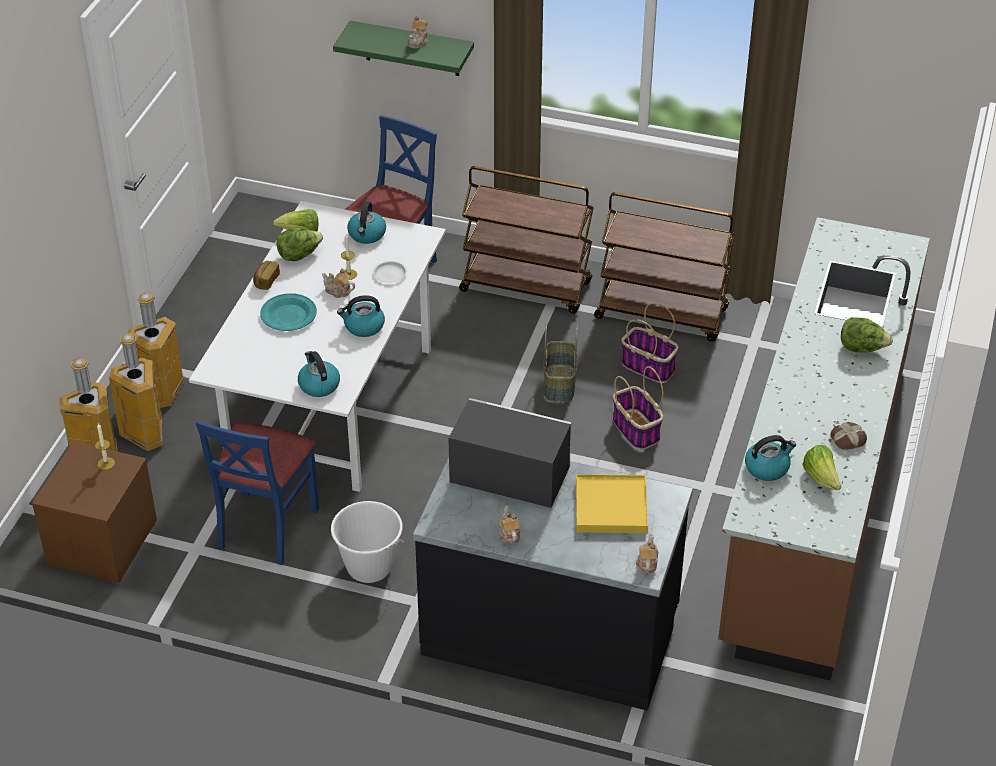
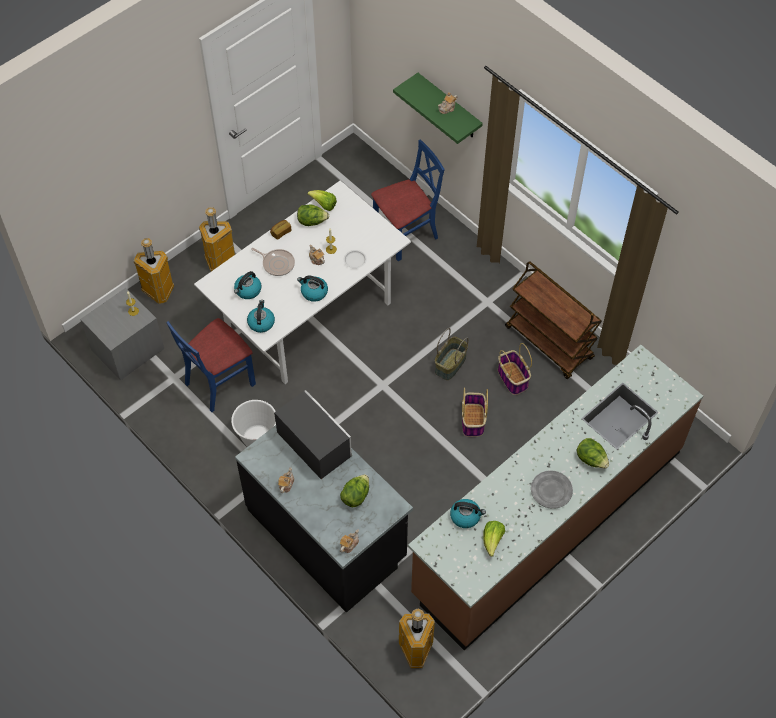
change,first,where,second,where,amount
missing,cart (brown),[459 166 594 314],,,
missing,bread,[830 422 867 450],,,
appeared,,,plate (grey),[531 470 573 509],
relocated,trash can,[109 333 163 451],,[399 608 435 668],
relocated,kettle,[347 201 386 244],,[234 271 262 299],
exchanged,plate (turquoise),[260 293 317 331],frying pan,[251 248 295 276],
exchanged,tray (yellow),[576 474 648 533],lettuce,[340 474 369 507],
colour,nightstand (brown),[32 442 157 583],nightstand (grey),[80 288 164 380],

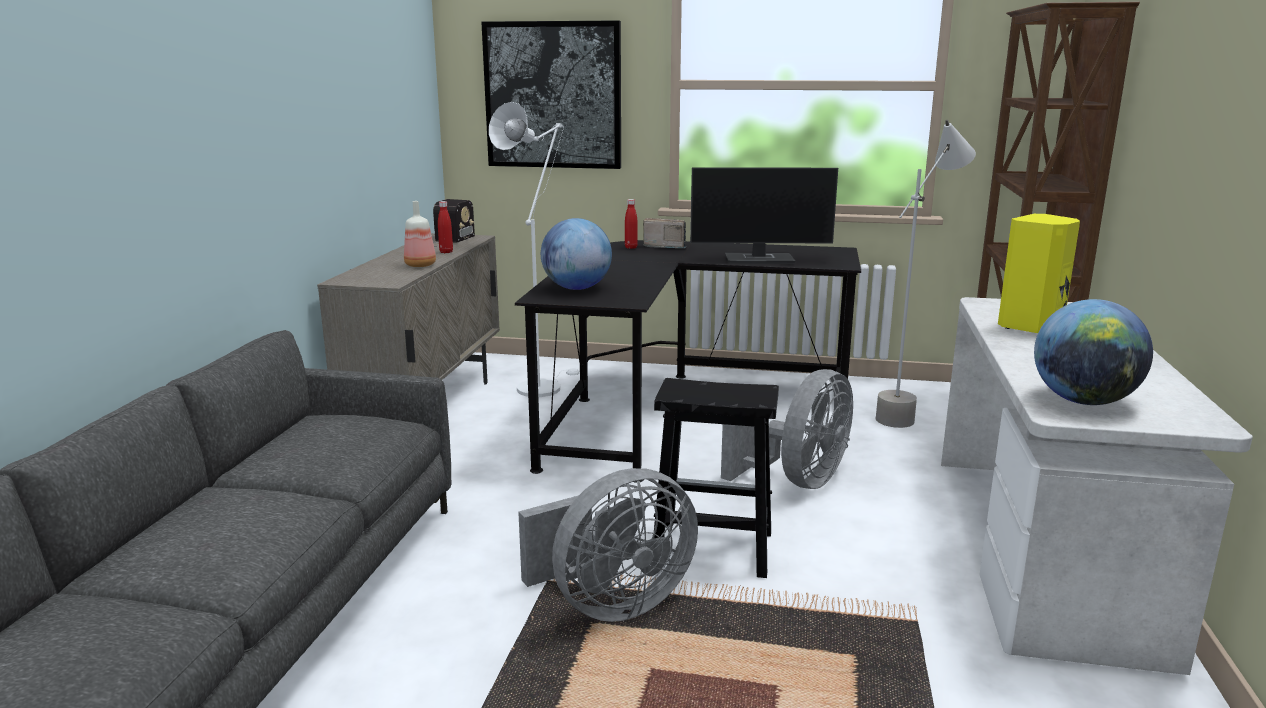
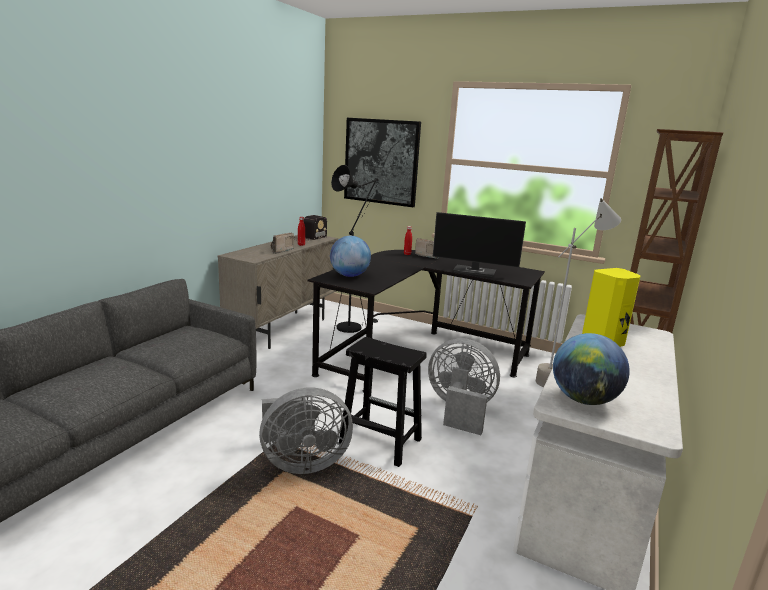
change,first,where,second,where,amount
exchanged,bottle,[404 201 436 267],radio,[271 233 294 254],
colour,floor lamp (white),[489 102 580 397],floor lamp (black),[331 165 379 333],
spun,fan (grey),[721 369 853 489],,[428 338 500 435],120 degrees counterclockwise

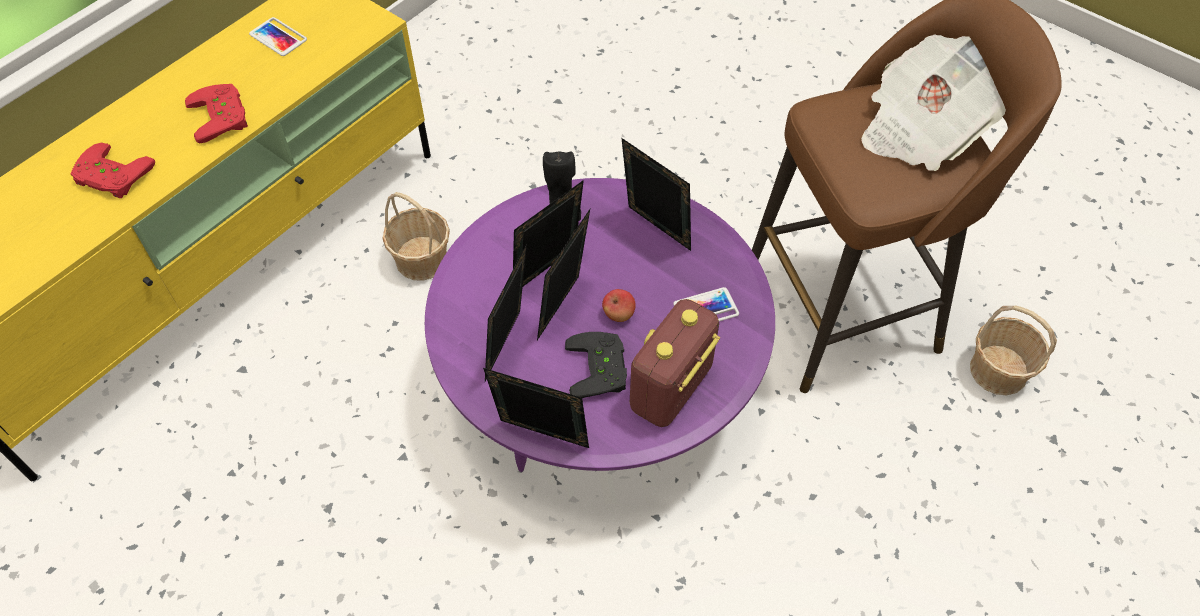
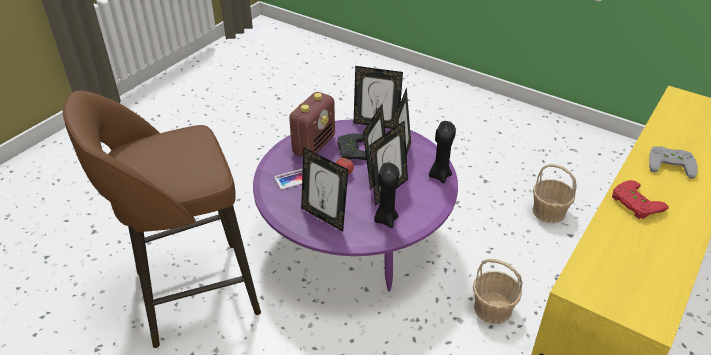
change,first,where,second,where,amount
missing,phone,[249 17 307 56],,,
missing,newspaper,[861 34 1006 171],,,
appeared,,,candle (black),[429 121 456 183],
relocated,basket,[970 305 1057 396],,[532 164 577 223],
colour,game controller (red),[70 143 155 198],game controller (grey),[649 146 698 179],

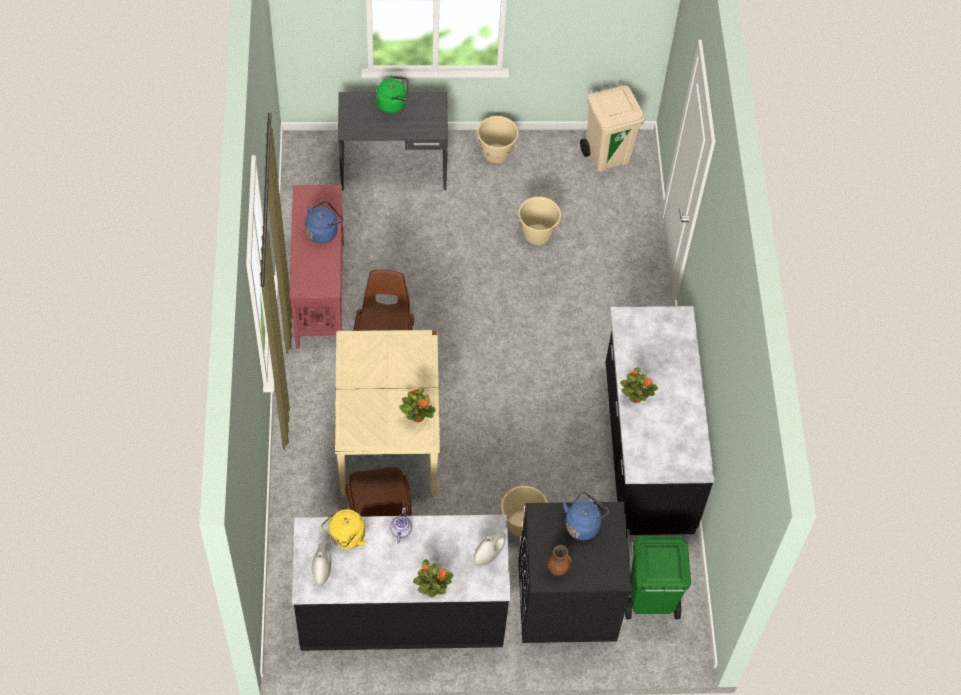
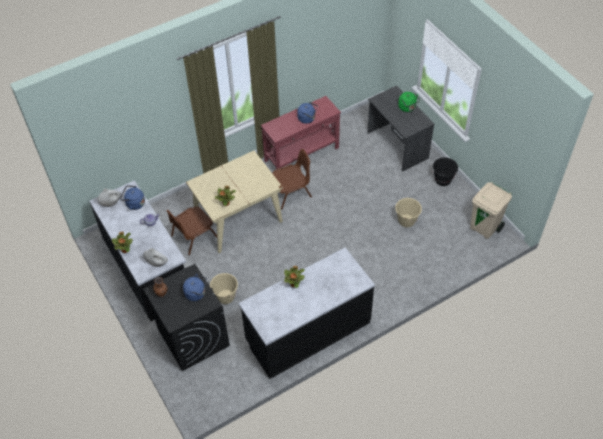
change,first,where,second,where,amount
missing,trash can (green),[625 536 691 619],,,
colour,kettle (yellow),[321 509 366 549],kettle (blue),[120 185 145 210],
colour,bucket (beige),[477 116 519 163],bucket (black),[432 157 458 186],

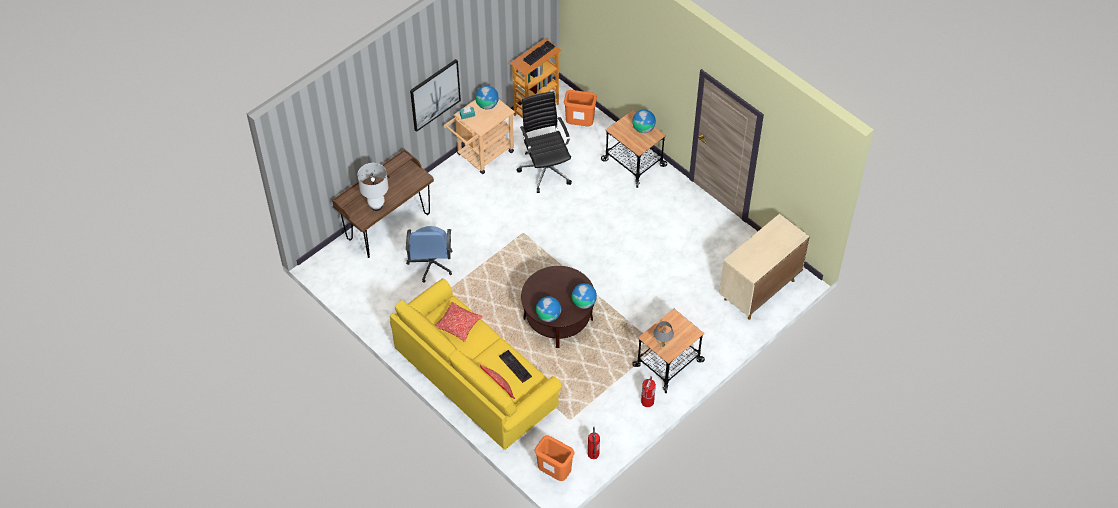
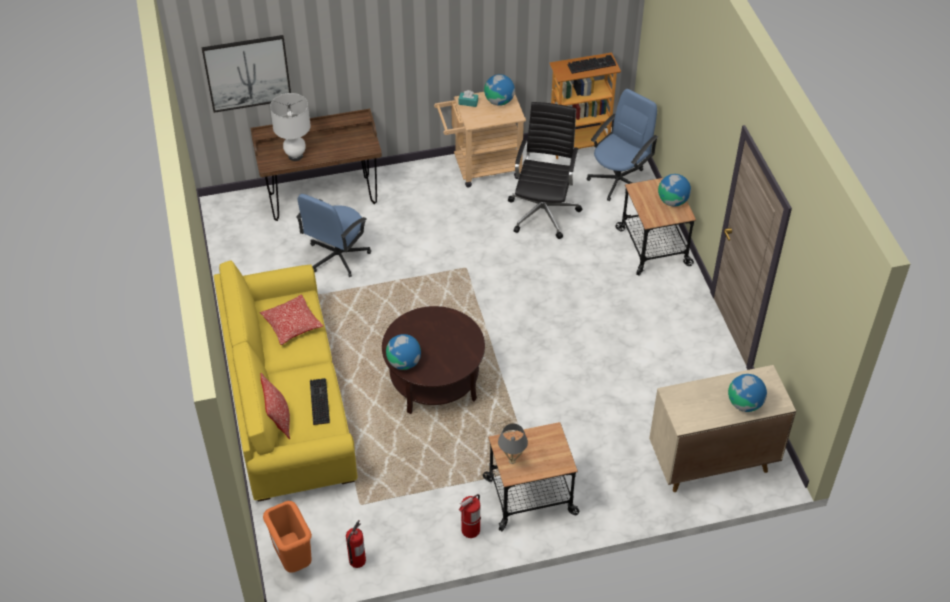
change,first,where,second,where,amount
relocated,picture,[410 59 461 132],,[201 35 291 113],
relocated,globe,[572 283 597 309],,[728 374 767 412],
exchanged,trash can (orange),[564 90 597 126],office chair (blue),[587 89 658 201],

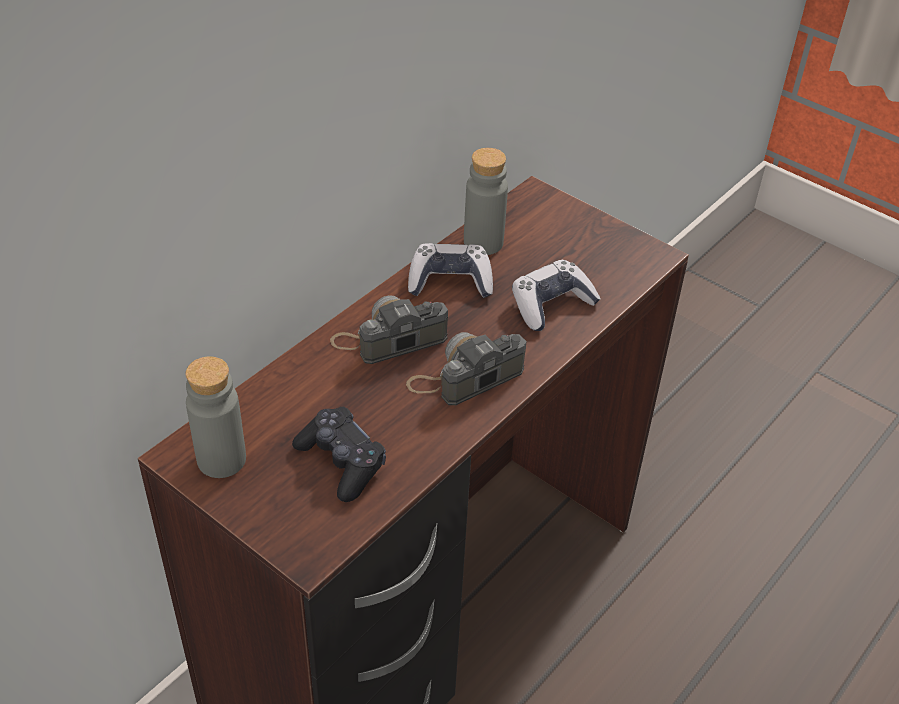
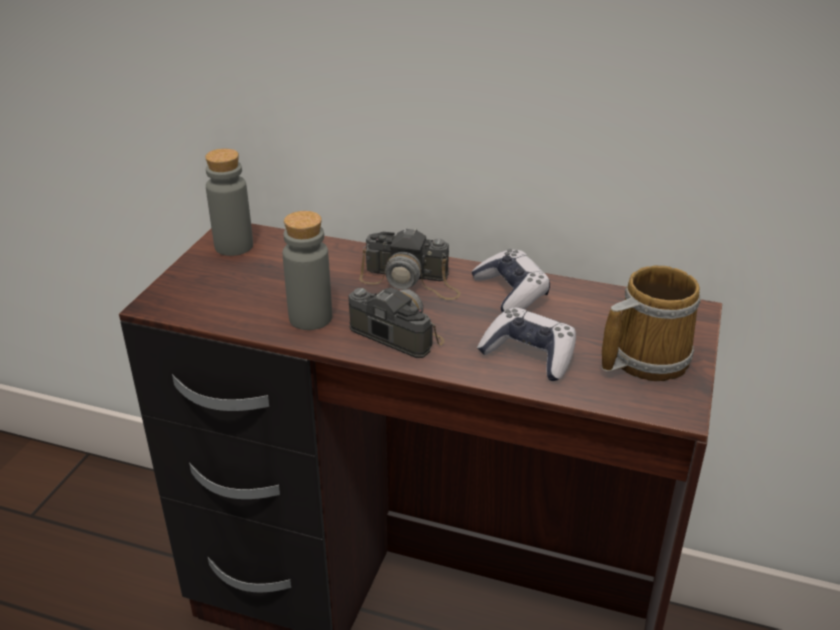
change,first,where,second,where,amount
missing,game controller (black),[292 407 386 502],,,
appeared,,,mug,[602 266 701 381],
relocated,bottle (grey),[464 148 508 255],,[282 211 332 330],
spun,photo camera,[330 295 448 364],,[359 227 461 300],150 degrees clockwise

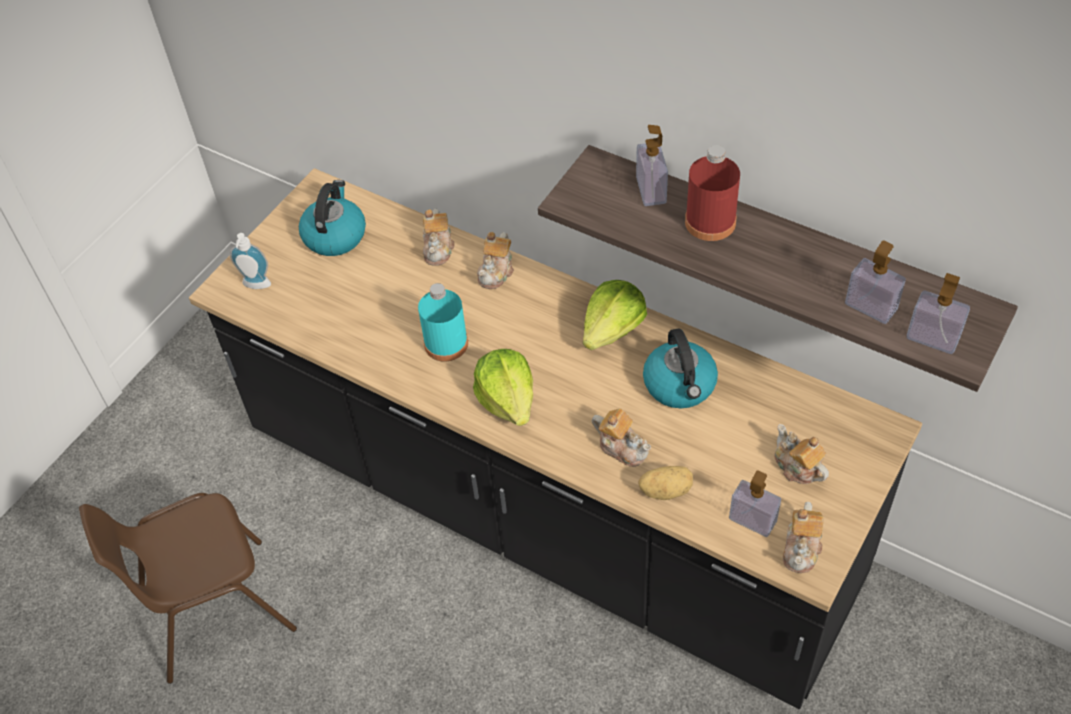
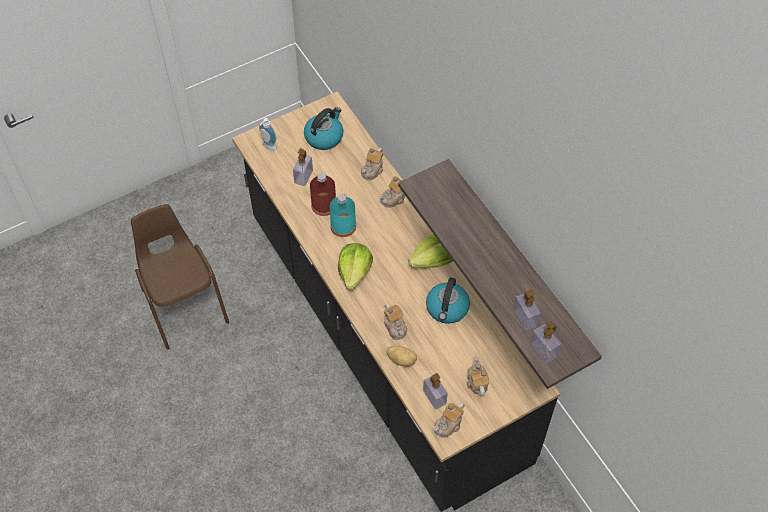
change,first,where,second,where,amount
relocated,soap dispenser,[636 125 668 206],,[293 148 313 186],
relocated,bottle (red),[685 145 740 241],,[310 173 336 216],
spun,chair (brown),[79 493 297 684],,[131 204 229 349],60 degrees clockwise

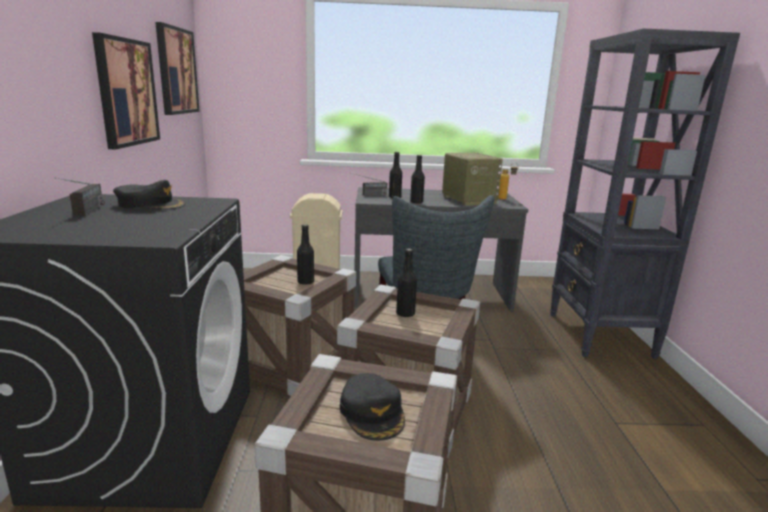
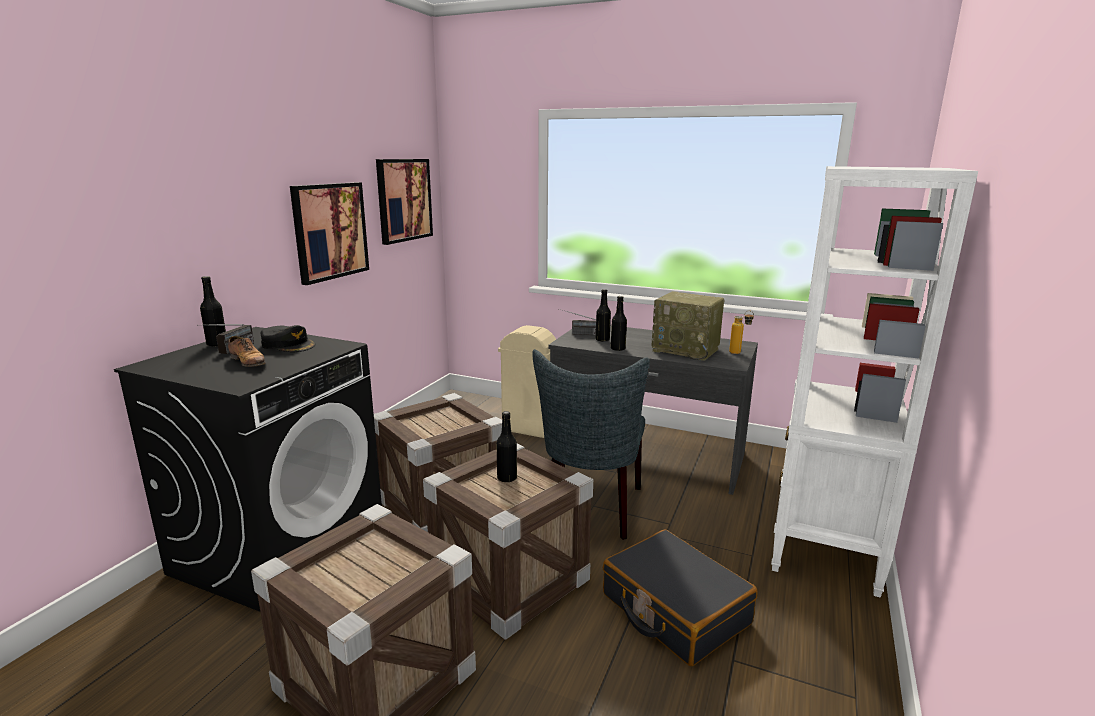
change,first,where,second,where,amount
missing,cap (black),[340 373 405 441],,,
appeared,,,shoe,[228 336 266 367],
appeared,,,suitcase (black),[603 529 758 666],
relocated,bottle (black),[297 224 314 285],,[200 276 226 346],
colour,bookcase (black),[550 29 740 359],bookcase (white),[771 166 978 598],
spun,radio,[442 153 503 206],,[651 291 724 361],120 degrees clockwise

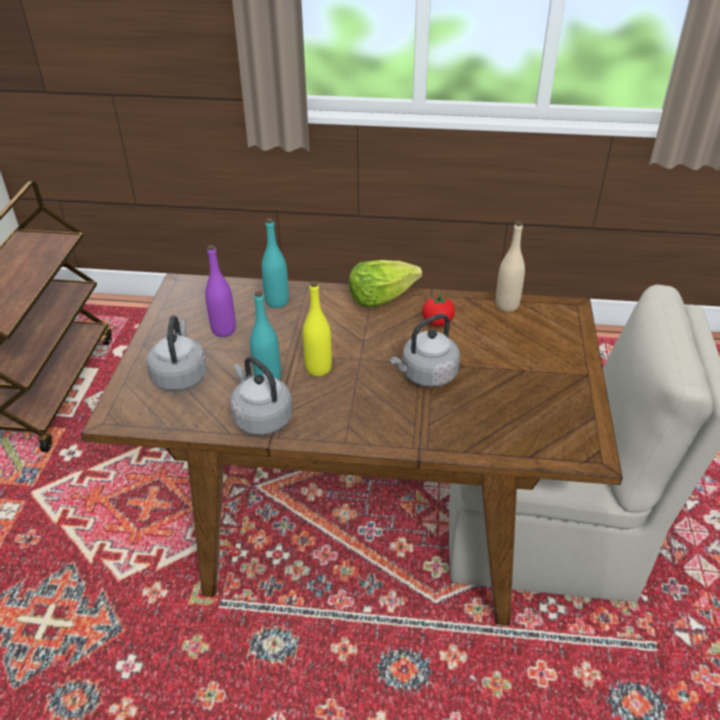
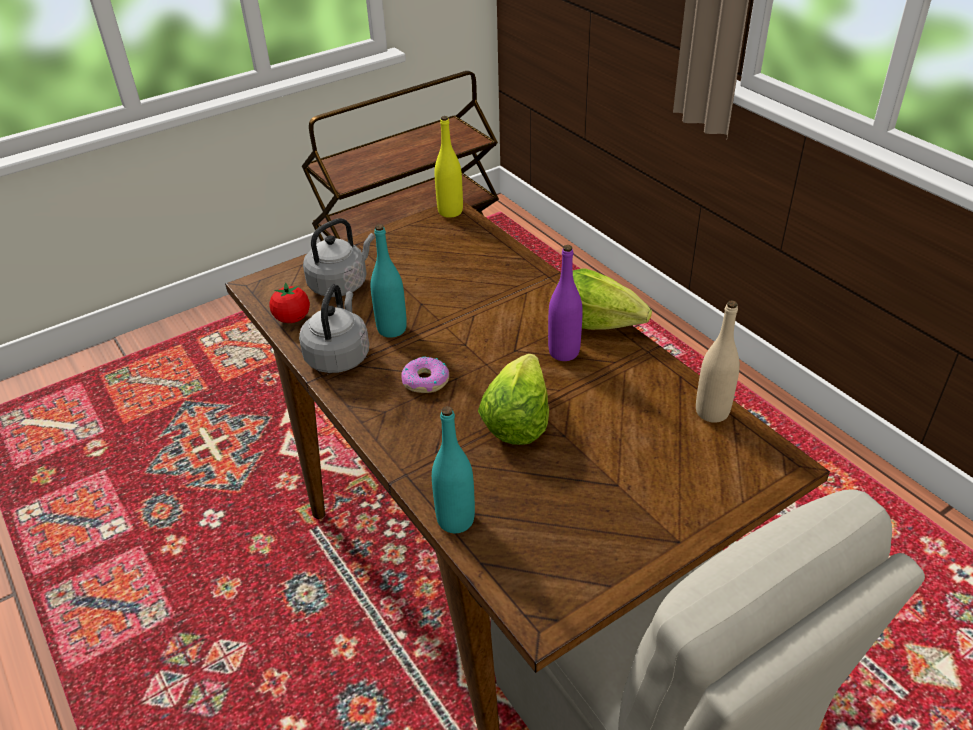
change,first,where,second,where,amount
appeared,,,donut,[402 356 449 393],
relocated,bottle (purple),[205 245 236 337],,[548 245 583 361],
relocated,bottle (turquoise),[261 218 289 308],,[432 406 475 533],
relocated,bottle (yellow),[303 281 332 376],,[435 116 463 218],
relocated,tomato,[422 293 455 326],,[269 283 310 323],
exchanged,kettle (grey),[390 314 460 387],lettuce,[478 354 549 445],

